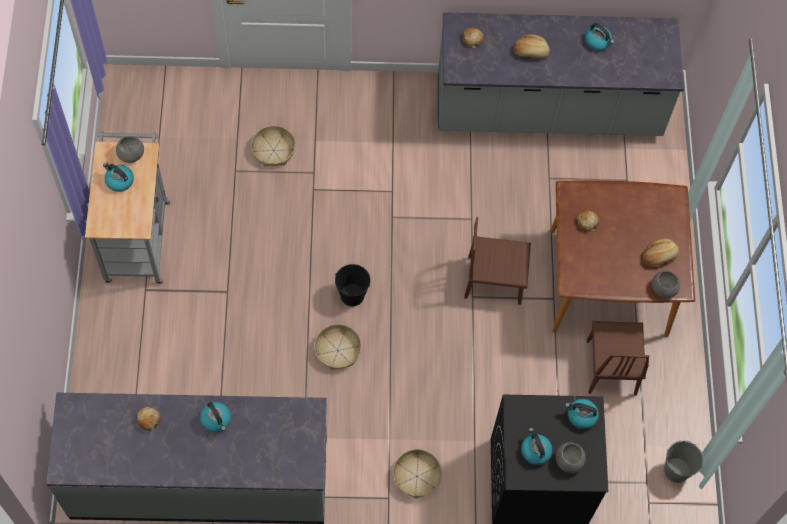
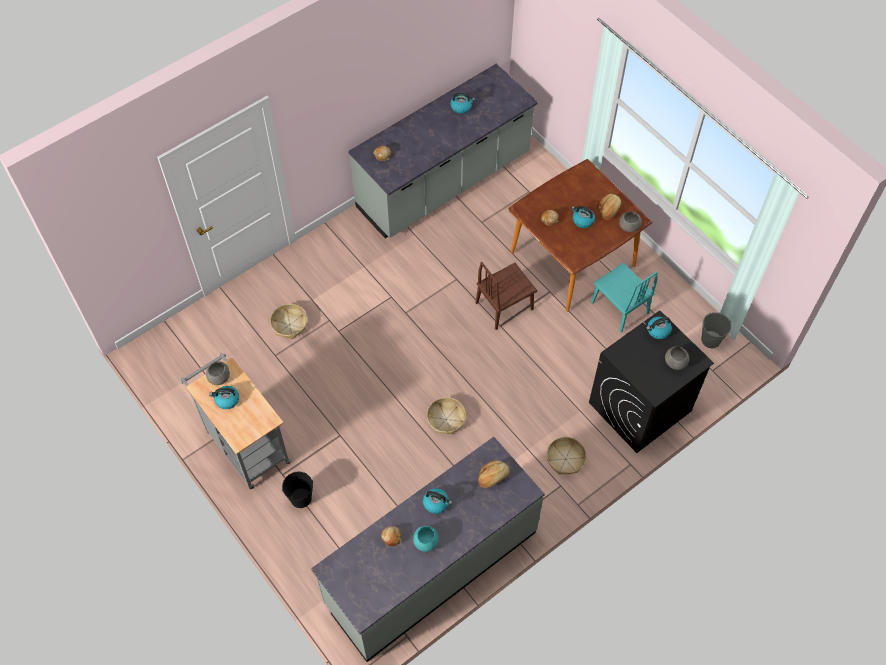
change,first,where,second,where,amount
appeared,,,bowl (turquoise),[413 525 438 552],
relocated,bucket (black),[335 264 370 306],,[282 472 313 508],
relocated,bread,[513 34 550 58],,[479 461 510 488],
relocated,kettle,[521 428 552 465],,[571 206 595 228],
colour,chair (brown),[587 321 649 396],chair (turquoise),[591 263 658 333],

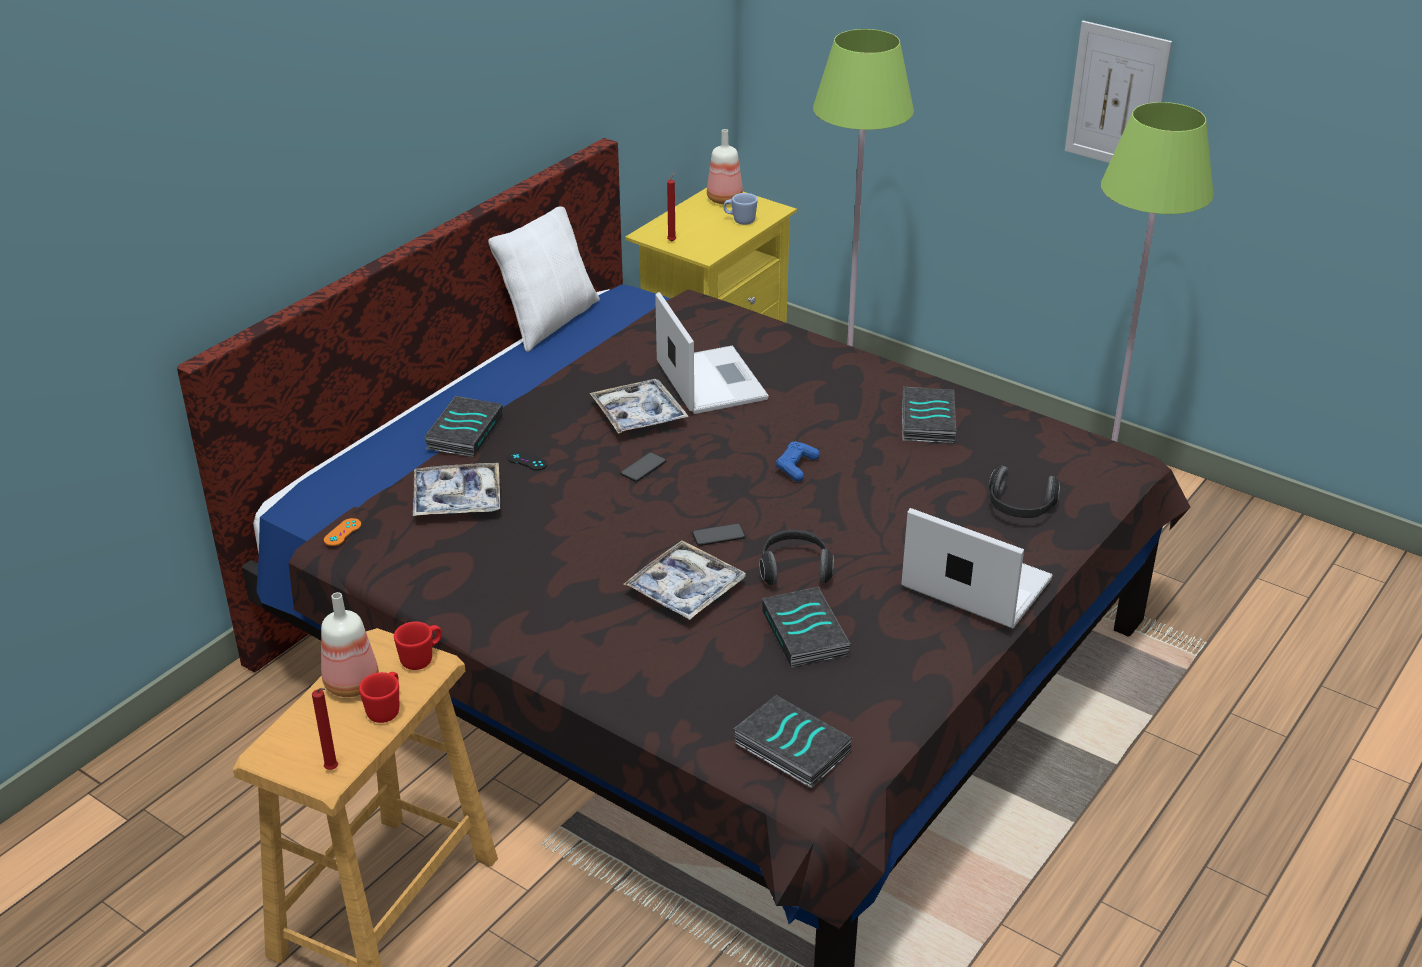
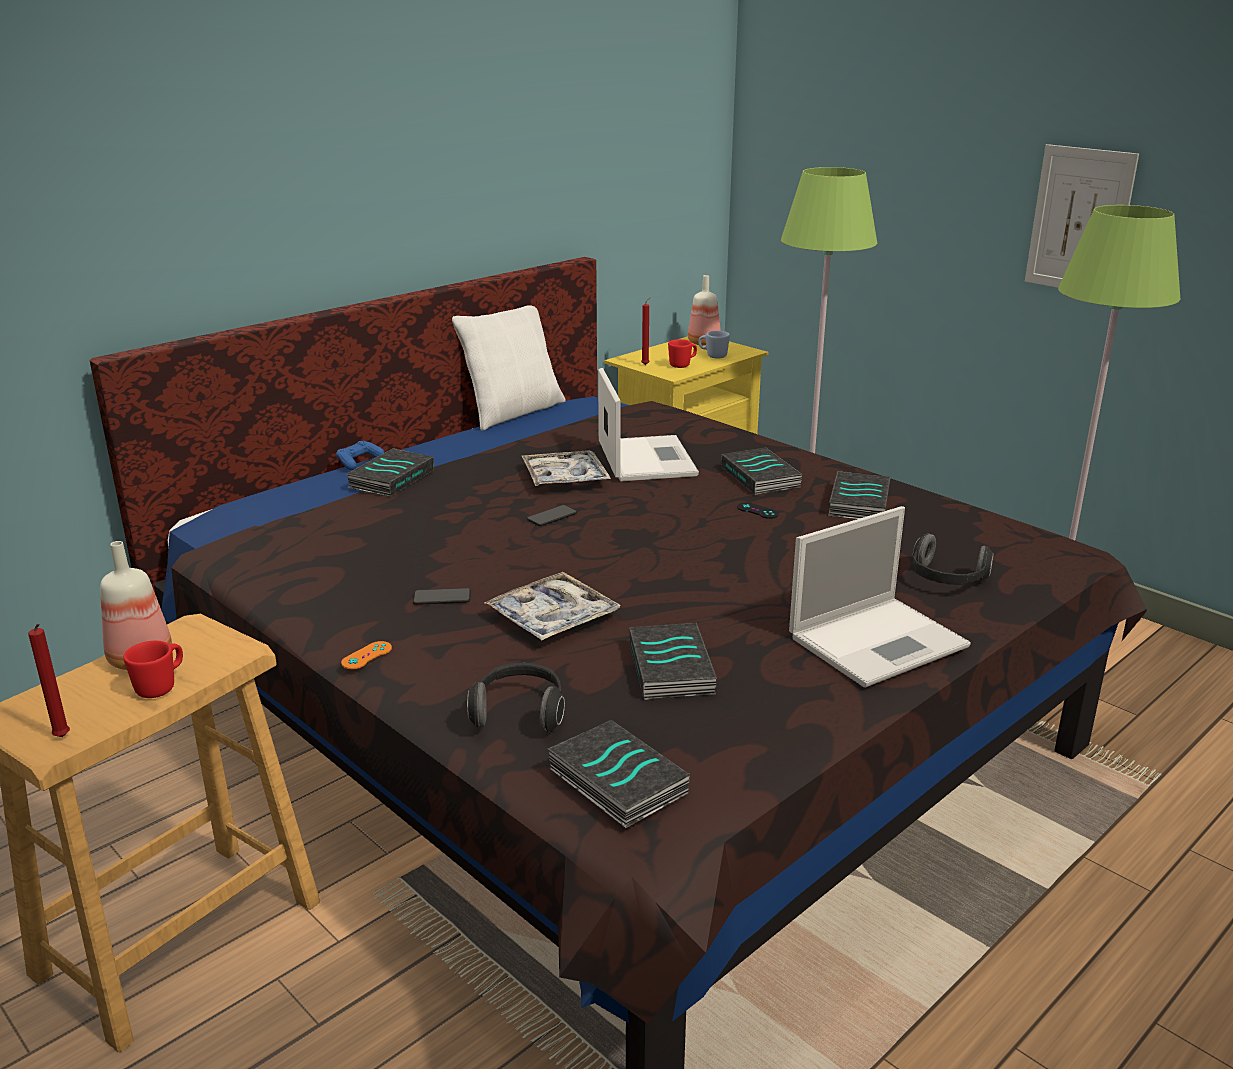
change,first,where,second,where,amount
missing,tray,[413 463 500 516],,,
appeared,,,book,[721 448 803 495],
relocated,game controller (orange),[324 518 361 546],,[341 641 392 669],
relocated,mug (red),[394 621 442 670],,[668 339 697 368],
relocated,game controller (black),[507 451 548 471],,[737 502 779 519],
relocated,phone,[692 523 745 546],,[413 588 471 605],
relocated,headphones,[759 530 834 585],,[467 663 565 732],
relocated,game controller (blue),[776 442 820 482],,[336 441 384 470],
spun,laptop,[901 508 1052 628],,[789 506 971 688],105 degrees clockwise

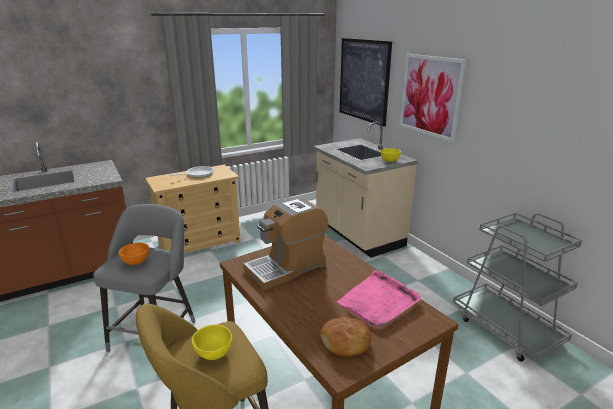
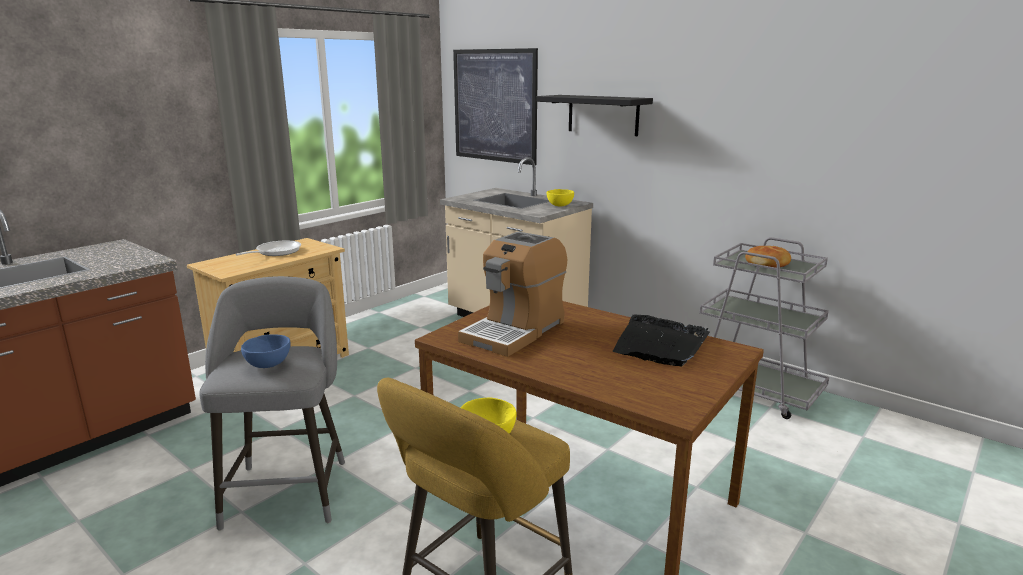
change,first,where,second,where,amount
relocated,bread,[320 317 371 356],,[745 246 791 268],
exchanged,picture,[400 54 466 142],shelf (black),[536 95 653 136],
colour,bowl (orange),[119 243 150 265],bowl (blue),[241 334 291 368],
colour,tray (pink),[337 270 421 327],tray (black),[612 315 710 366],

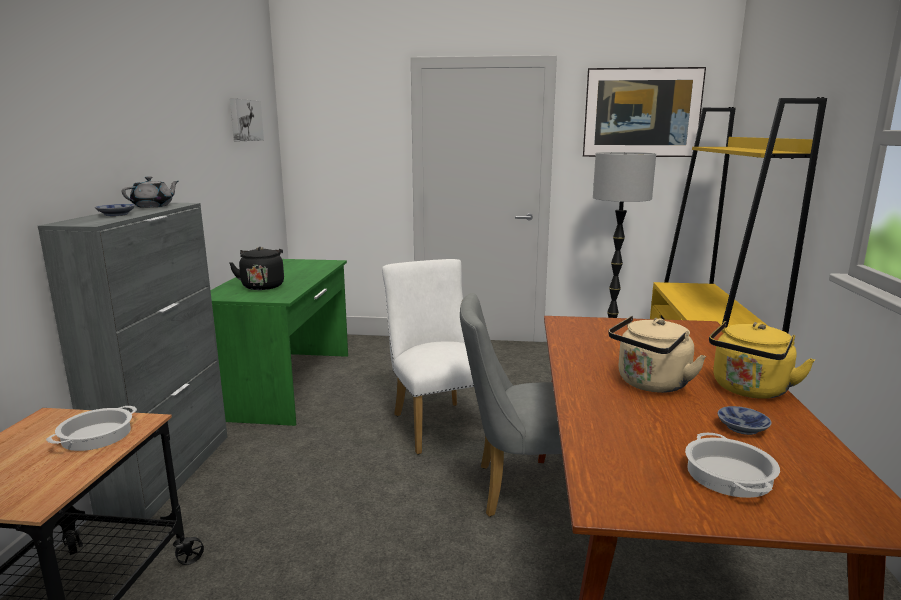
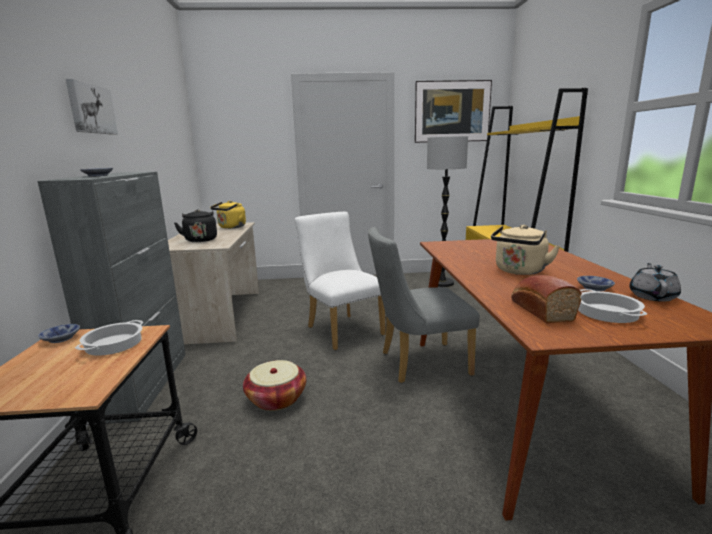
change,first,where,second,where,amount
appeared,,,bowl,[38 324 80 343],
appeared,,,basket,[243 360 306 411],
appeared,,,bread,[511 275 582 323],
relocated,teapot (grey),[122 176 179 208],,[629 263 681 302],
relocated,picture,[230 98 264 141],,[66 79 118 135],
relocated,kettle (yellow),[709 321 815 399],,[210 201 246 229],
colour,desk (green),[210 259 348 426],desk (beige),[168 222 259 344],

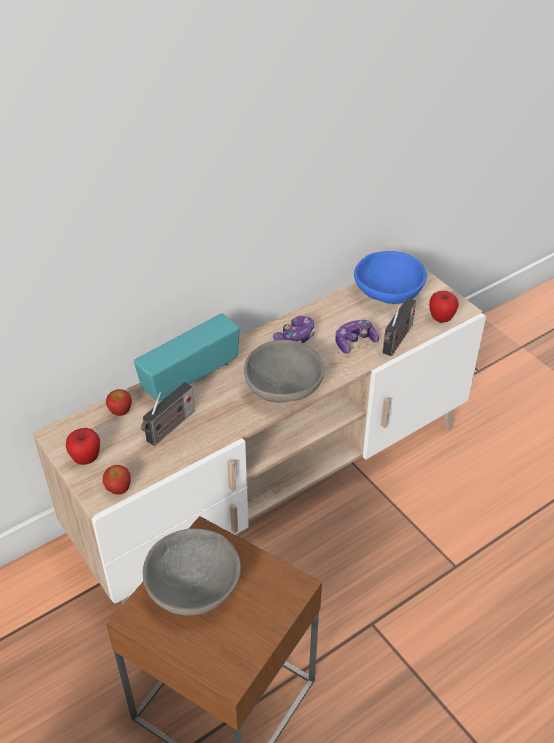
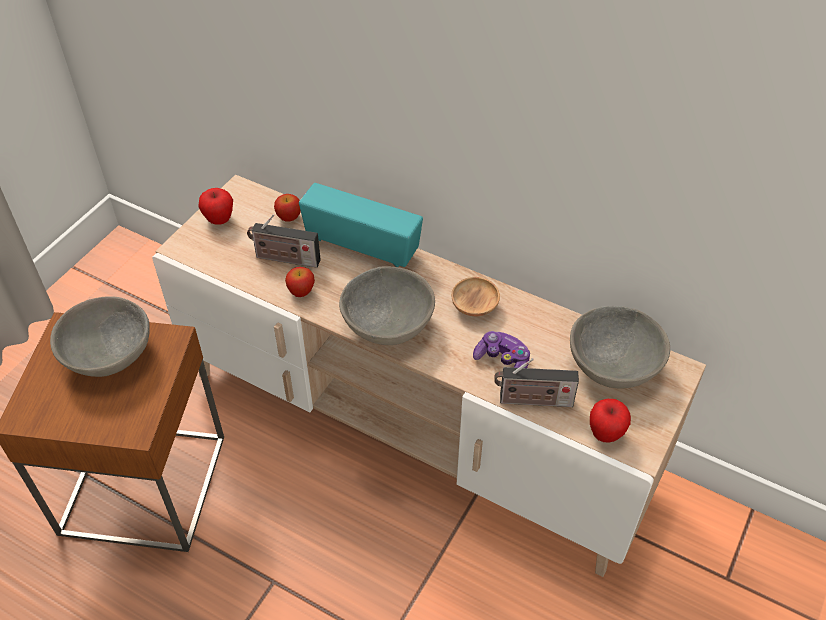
change,first,where,second,where,amount
relocated,apple,[103 465 131 495],,[285 267 315 297],
exchanged,game controller,[273 316 315 343],bowl (brown),[451 277 500 316],
colour,bowl (blue),[354 251 427 304],bowl (grey),[570 306 670 389],

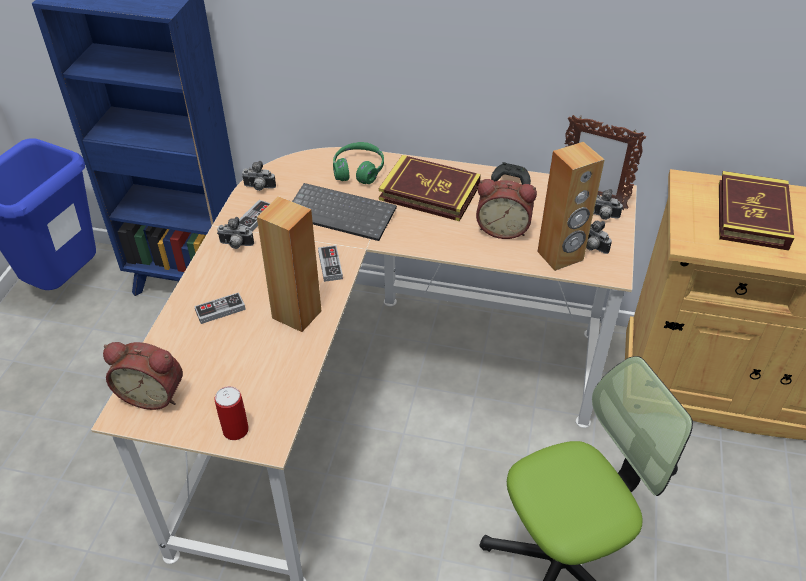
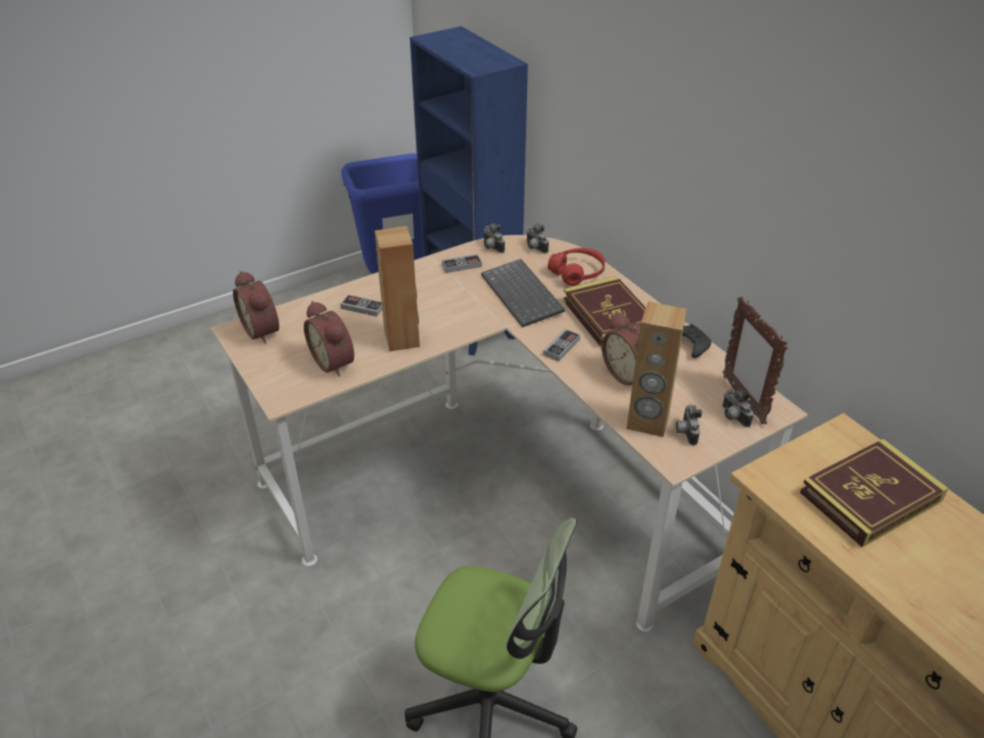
change,first,where,second,where,amount
missing,can,[215 386 249 440],,,
appeared,,,alarm clock,[304 301 354 377],
relocated,photo camera,[217 217 254 249],,[526 224 549 253],
relocated,game controller,[318 245 343 282],,[543 329 580 361],
colour,headphones (green),[333 142 384 184],headphones (red),[548 248 605 286],

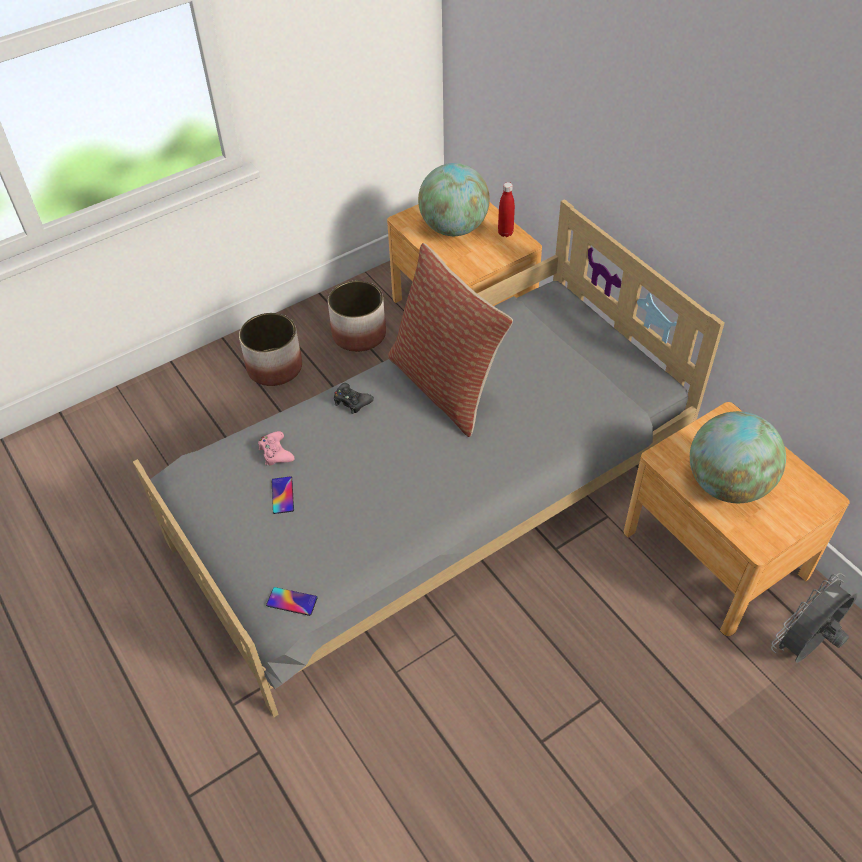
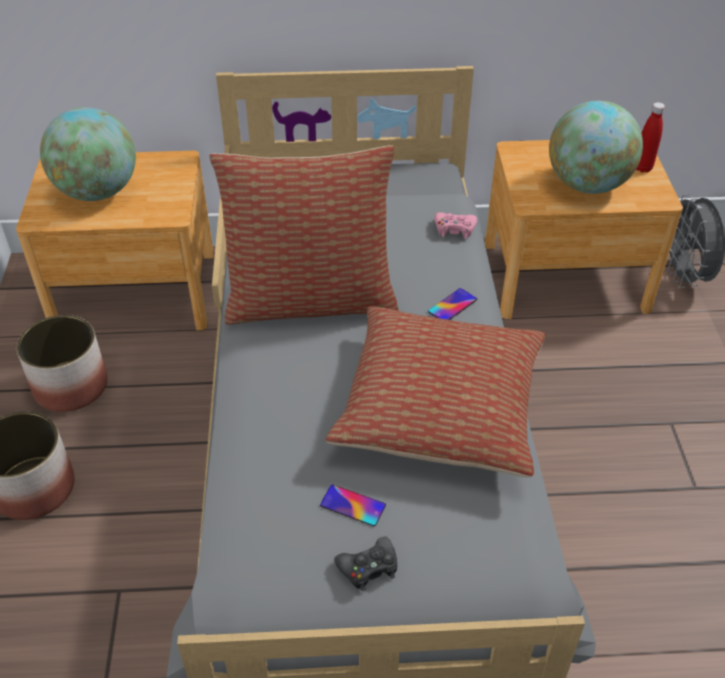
change,first,where,second,where,amount
appeared,,,pillow,[326 306 545 477],
relocated,game controller (pink),[258 431 295 465],,[435 212 477 239],
relocated,phone,[266 587 318 616],,[428 288 477 320],
relocated,game controller (black),[334 383 374 414],,[334 536 397 591],
relocated,bottle (red),[498 182 515 237],,[636 102 665 173],

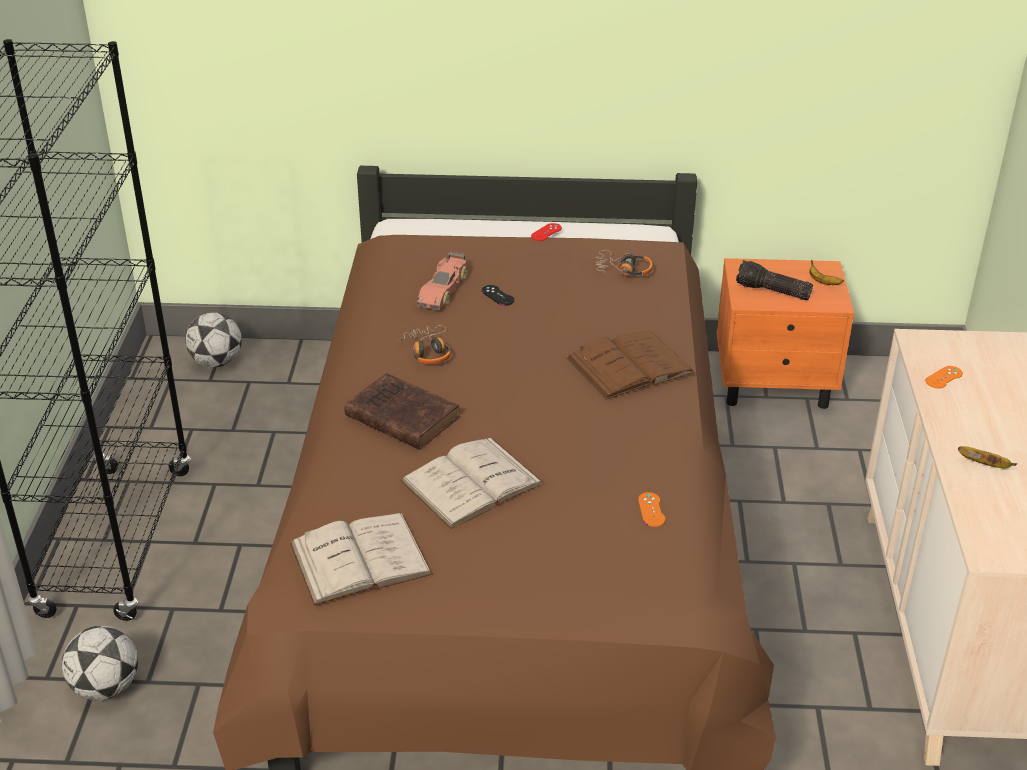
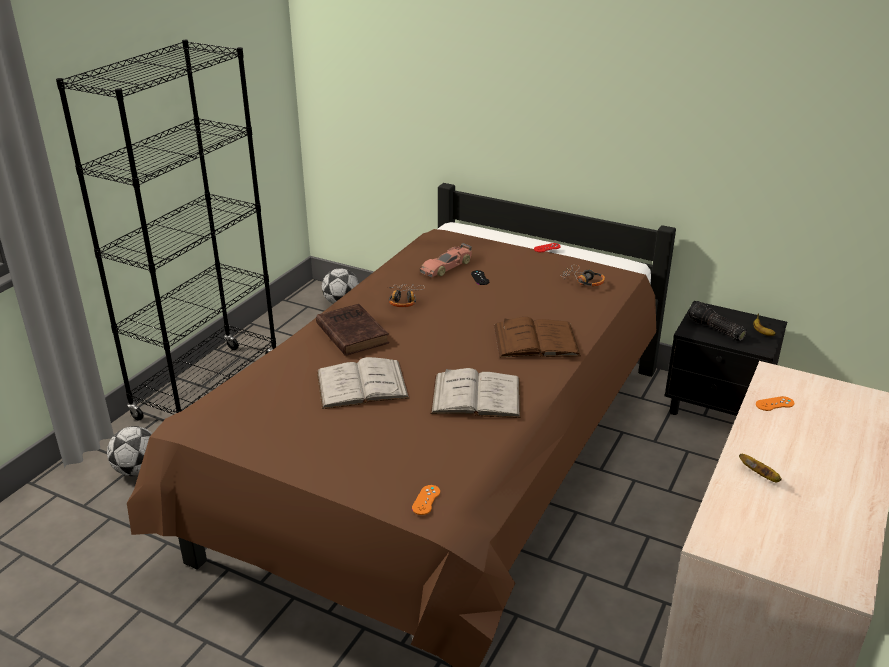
change,first,where,second,where,amount
relocated,book (white),[289 513 433 606],,[430 368 521 418],
relocated,game controller (orange),[638 492 665 527],,[412 485 440 515],
colour,nightstand (orange),[716 258 854 409],nightstand (black),[665 301 787 416],

